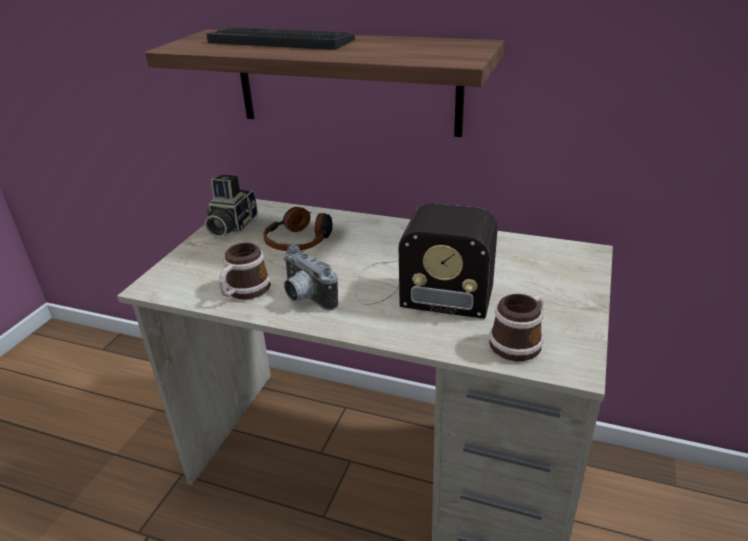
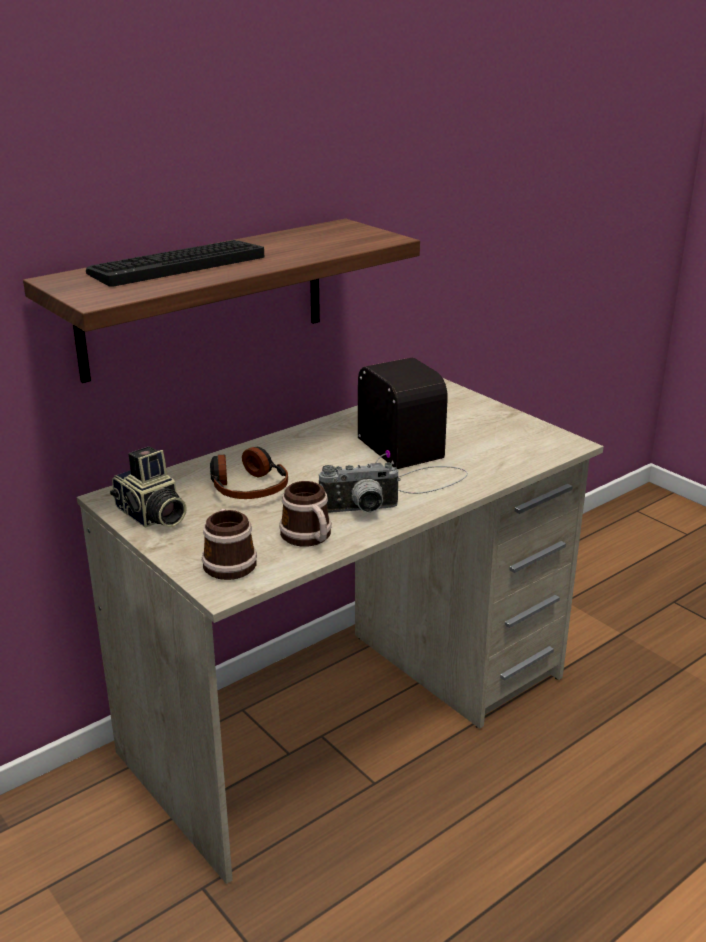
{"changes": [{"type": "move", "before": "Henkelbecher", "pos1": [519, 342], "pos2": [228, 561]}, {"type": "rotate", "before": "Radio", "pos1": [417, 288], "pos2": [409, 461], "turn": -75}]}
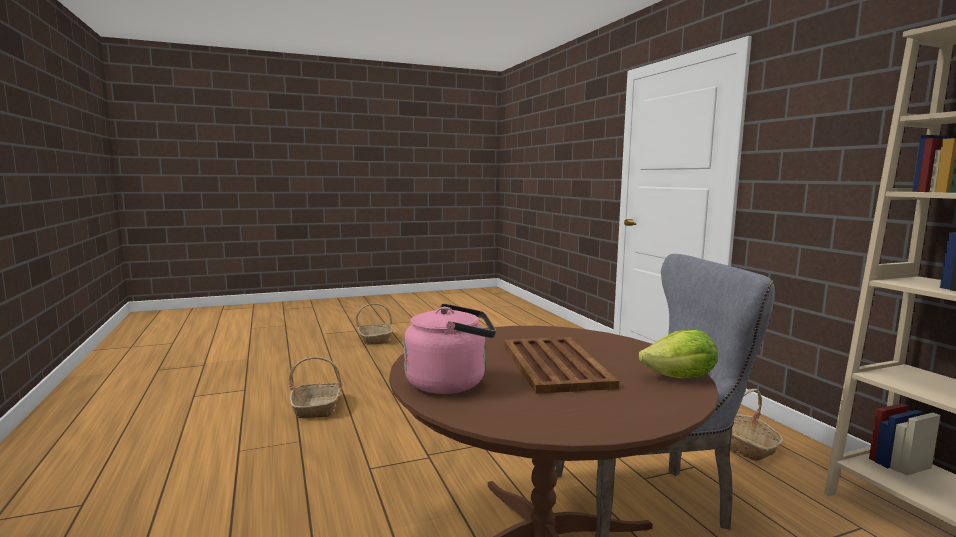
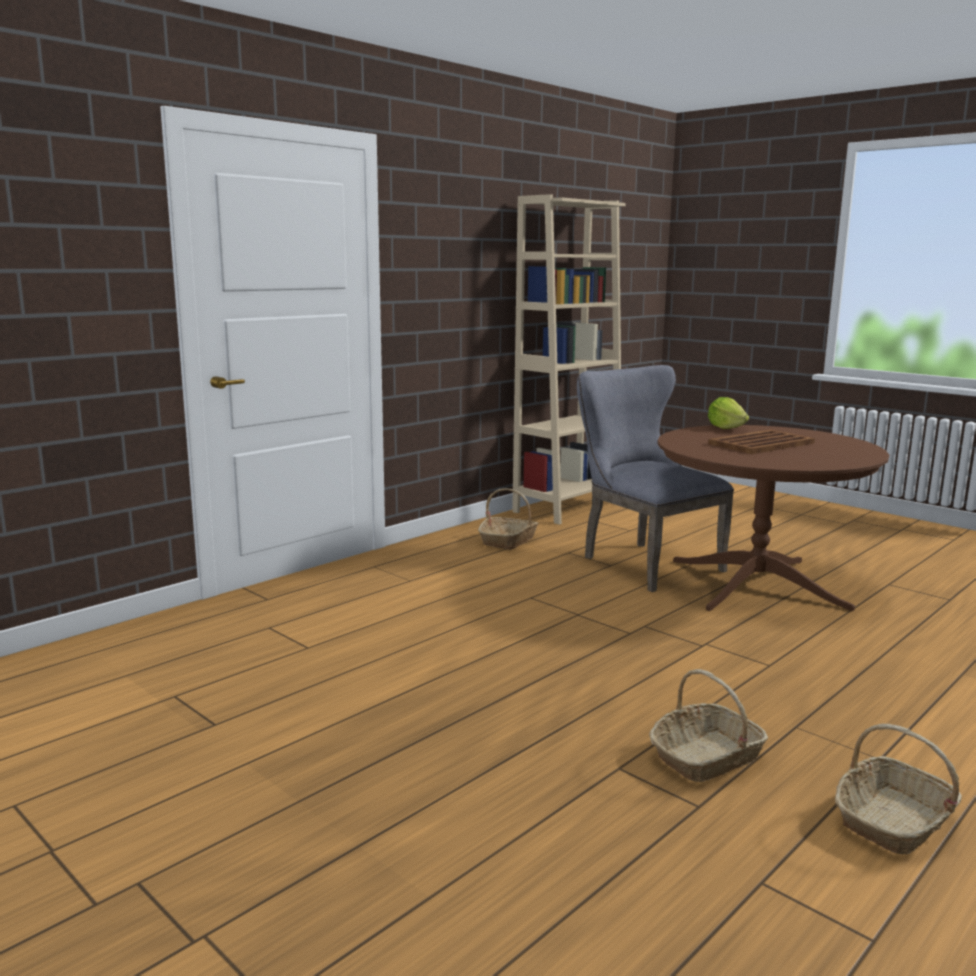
{"changes": [{"type": "delete", "before": "Wasserkessel [rosa]", "pos1": [451, 382]}, {"type": "move", "before": "Korb", "pos1": [375, 339], "pos2": [894, 821]}]}
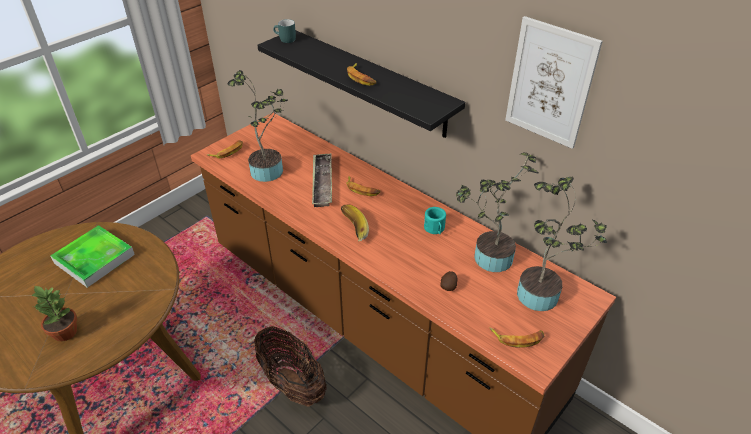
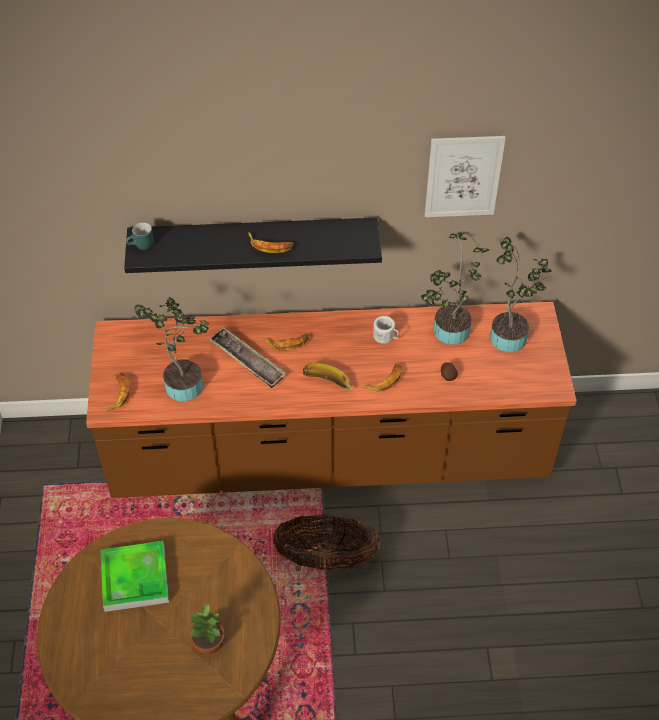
{"changes": [{"type": "move", "before": "Banane", "pos1": [517, 338], "pos2": [384, 380]}, {"type": "recolor", "before": "Henkelbecher [türkis]", "after": "Henkelbecher [weiß]", "pos1": [435, 229], "pos2": [386, 337]}]}
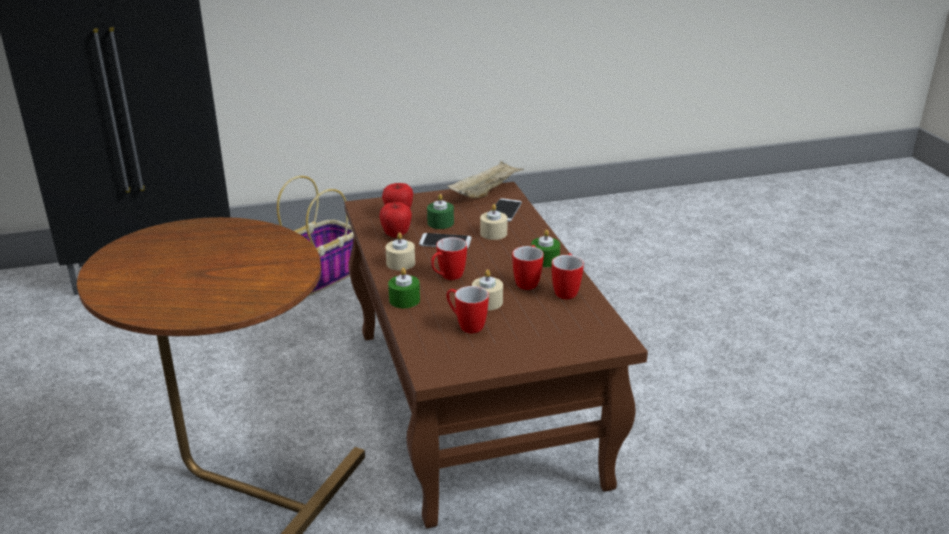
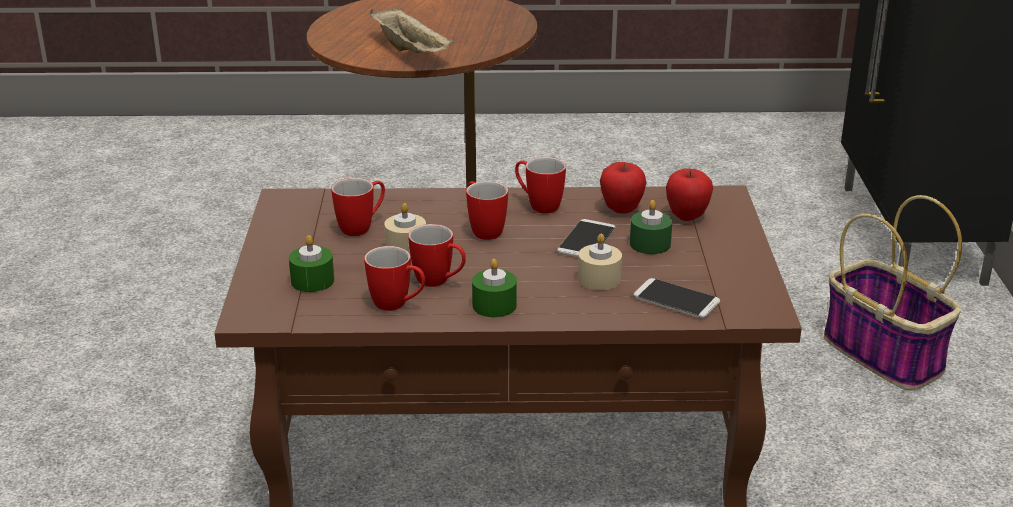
{"changes": [{"type": "move", "before": "Kerze [grün]", "pos1": [404, 300], "pos2": [312, 281]}, {"type": "move", "before": "Tablett [beige]", "pos1": [485, 192], "pos2": [412, 51]}, {"type": "replace", "before": "Kerze [beige]", "after": "Henkelbecher", "pos1": [400, 263], "pos2": [538, 205]}]}
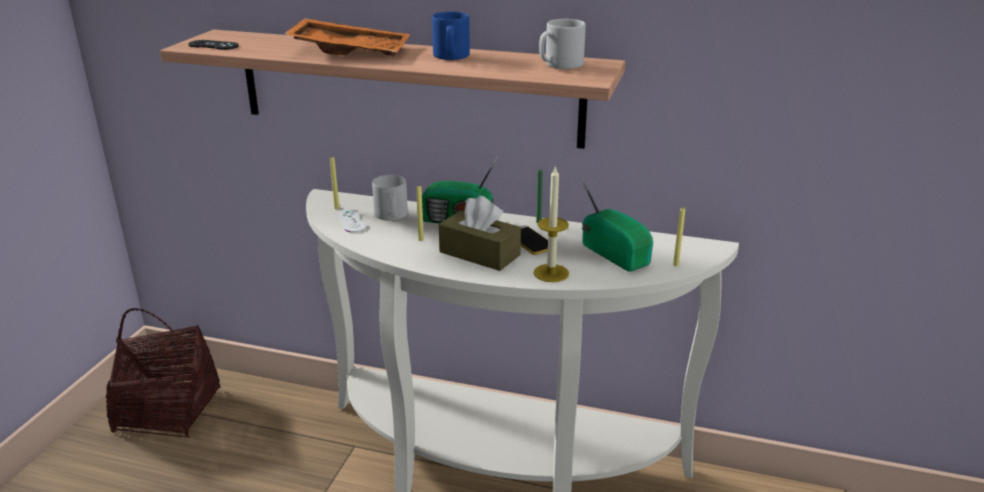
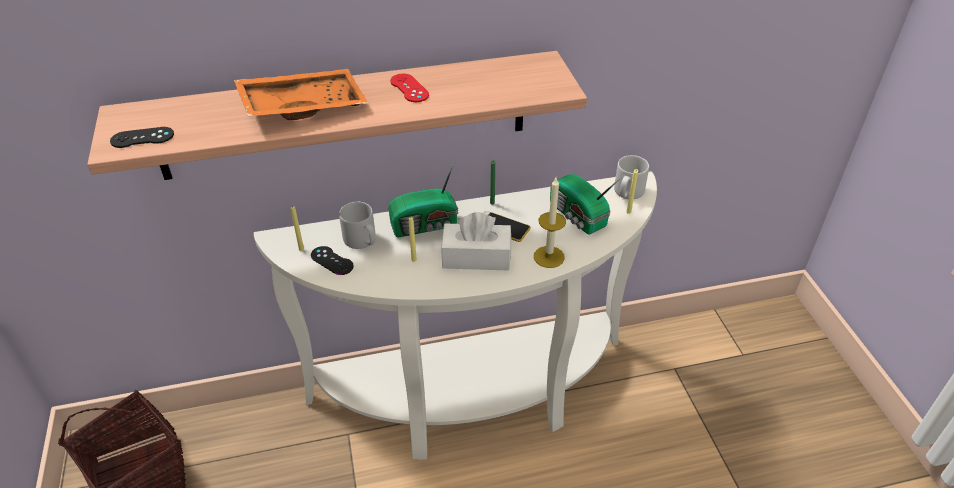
{"changes": [{"type": "move", "before": "Henkelbecher [grau]", "pos1": [560, 65], "pos2": [627, 193]}, {"type": "replace", "before": "Henkelbecher [blau]", "after": "Gamepad [rot]", "pos1": [451, 57], "pos2": [409, 88]}, {"type": "recolor", "before": "Gamepad [weiß]", "after": "Gamepad [schwarz]", "pos1": [352, 221], "pos2": [332, 261]}, {"type": "recolor", "before": "Taschentuchbox [braun]", "after": "Taschentuchbox [weiß]", "pos1": [479, 254], "pos2": [476, 257]}, {"type": "rotate", "before": "Radio", "pos1": [615, 253], "pos2": [577, 216], "turn": -150}]}
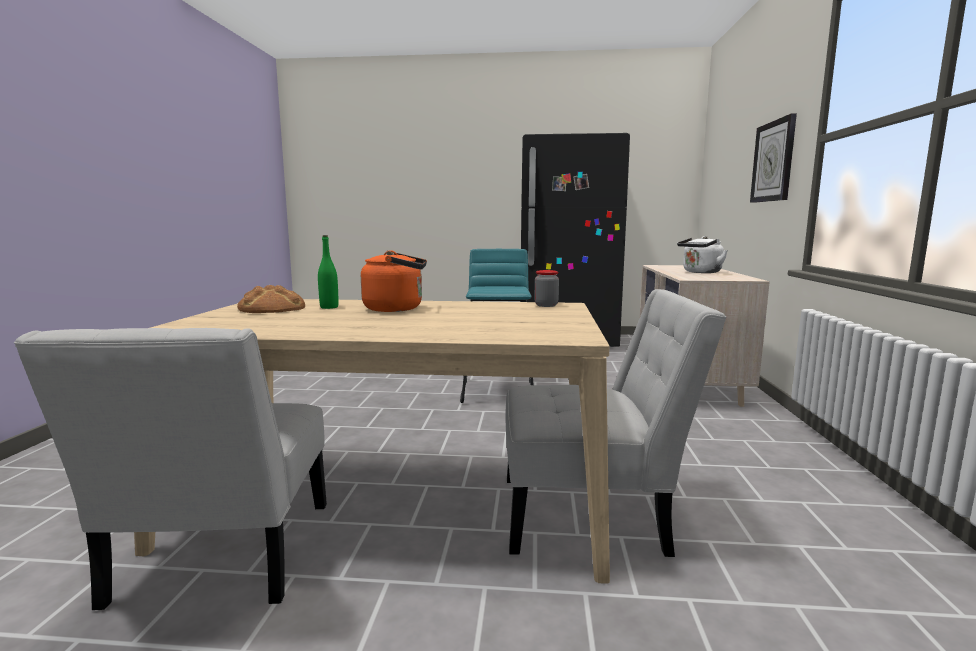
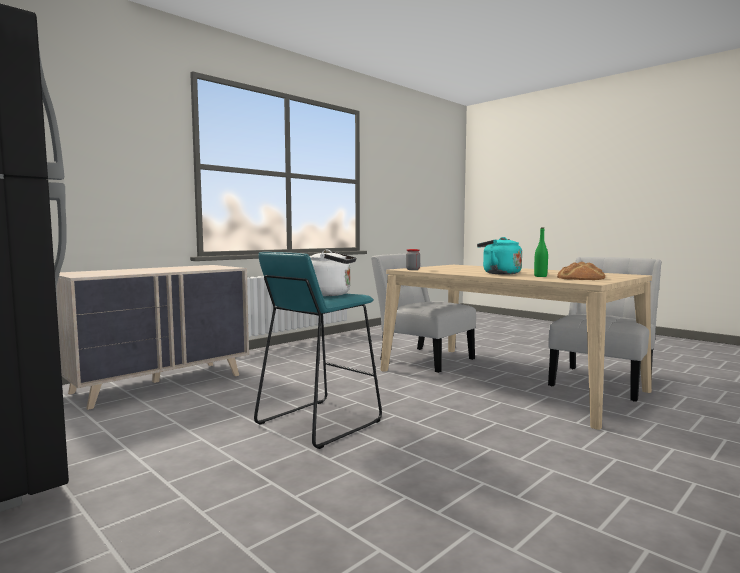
{"changes": [{"type": "delete", "before": "Wanduhr", "pos1": [773, 161]}, {"type": "move", "before": "Wasserkessel [weiß]", "pos1": [700, 272], "pos2": [331, 294]}, {"type": "recolor", "before": "Wasserkessel [orange]", "after": "Wasserkessel [türkis]", "pos1": [397, 309], "pos2": [499, 273]}]}
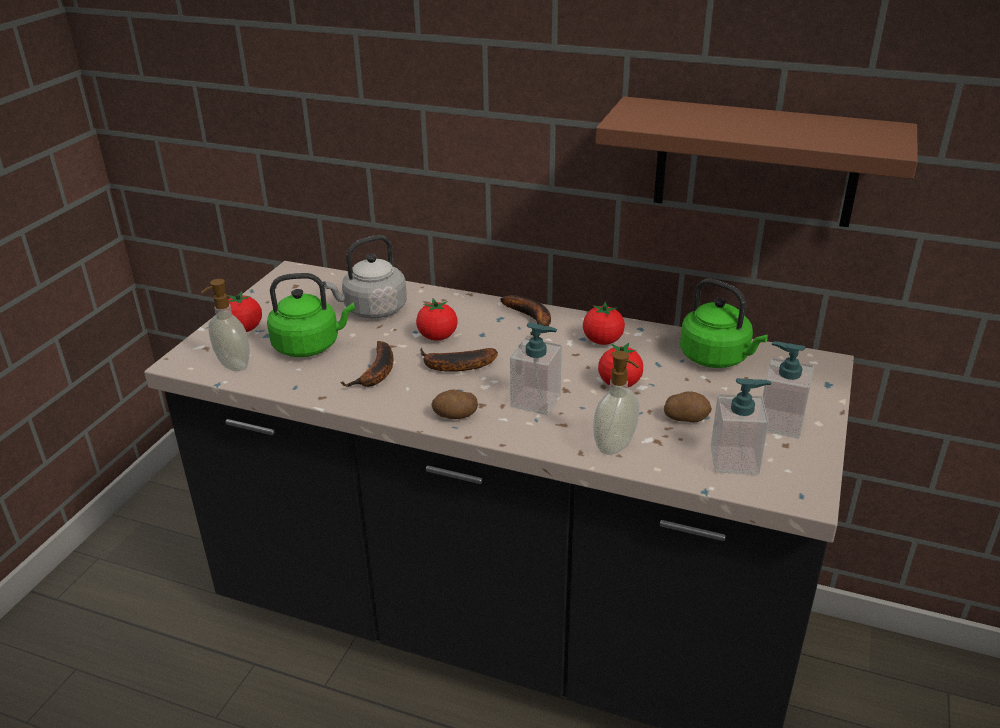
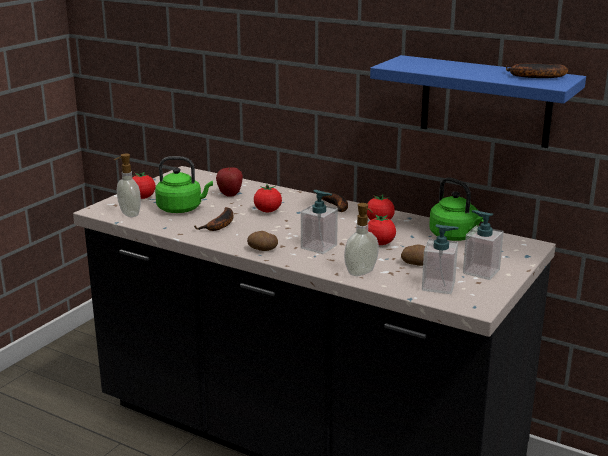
{"changes": [{"type": "move", "before": "Banane", "pos1": [454, 366], "pos2": [533, 77]}, {"type": "replace", "before": "Wasserkessel [grau]", "after": "Apfel", "pos1": [372, 310], "pos2": [230, 194]}, {"type": "recolor", "before": "Wandregal [braun]", "after": "Wandregal [blau]", "pos1": [755, 162], "pos2": [485, 101]}]}
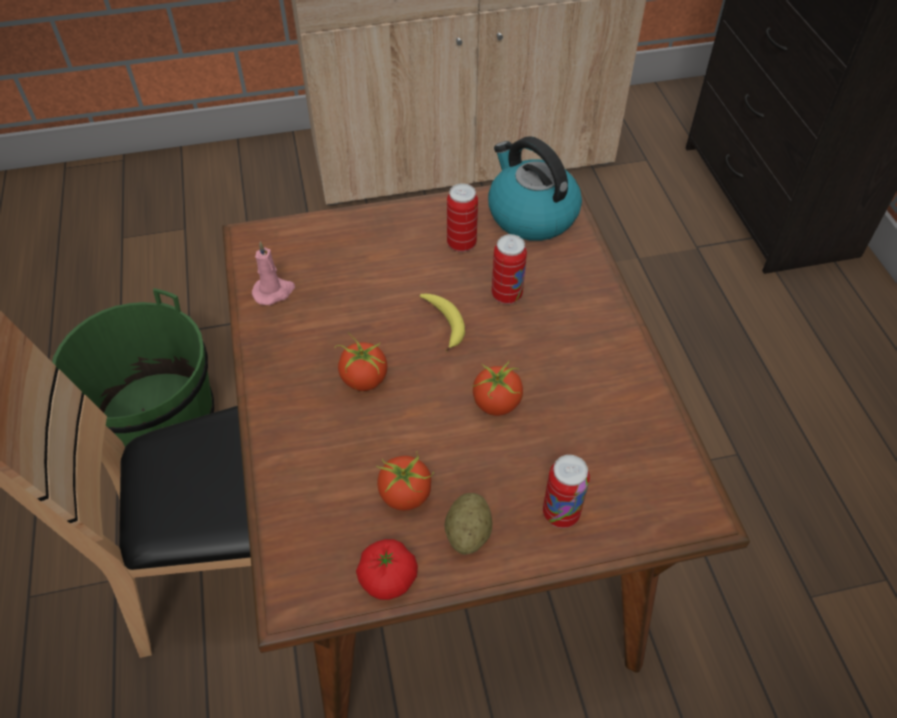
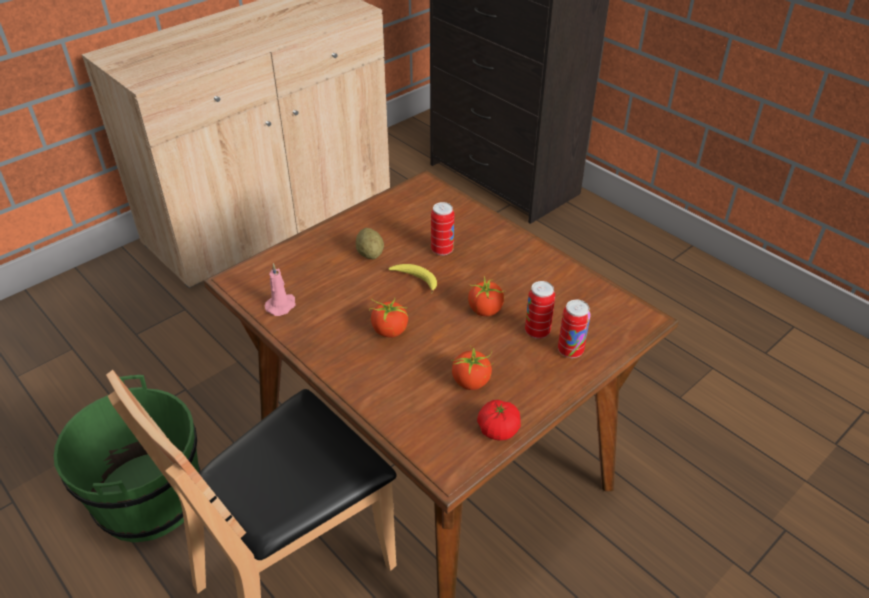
{"changes": [{"type": "delete", "before": "Wasserkessel", "pos1": [531, 214]}, {"type": "move", "before": "Kartoffel", "pos1": [468, 533], "pos2": [370, 254]}, {"type": "move", "before": "Dose", "pos1": [461, 244], "pos2": [537, 332]}]}
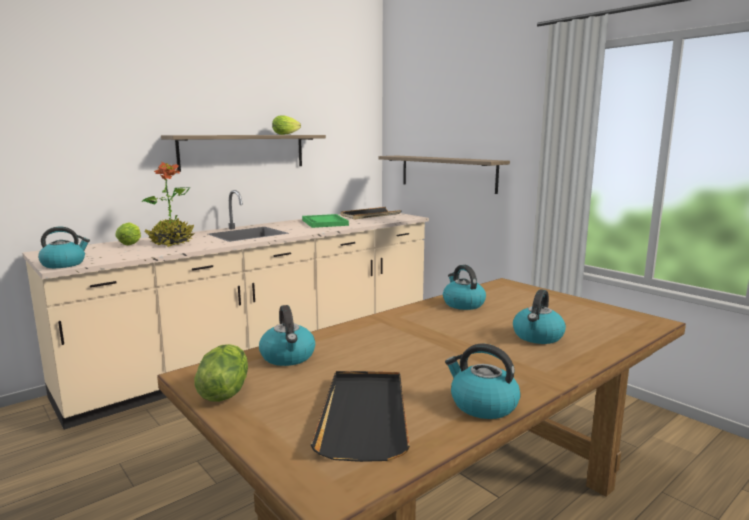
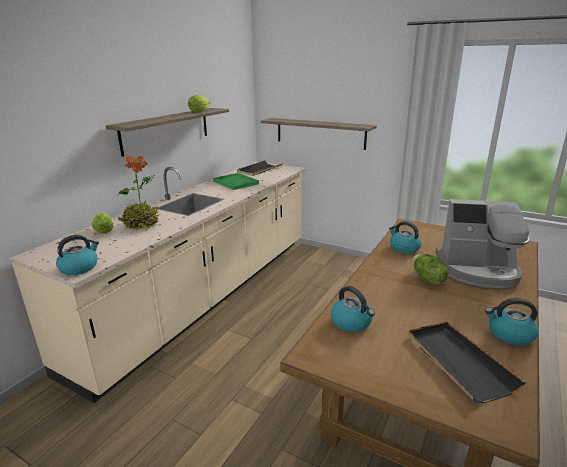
{"changes": [{"type": "move", "before": "Salatkopf", "pos1": [224, 392], "pos2": [427, 279]}, {"type": "replace", "before": "Wasserkessel", "after": "Kaffeemaschine", "pos1": [538, 337], "pos2": [477, 269]}]}
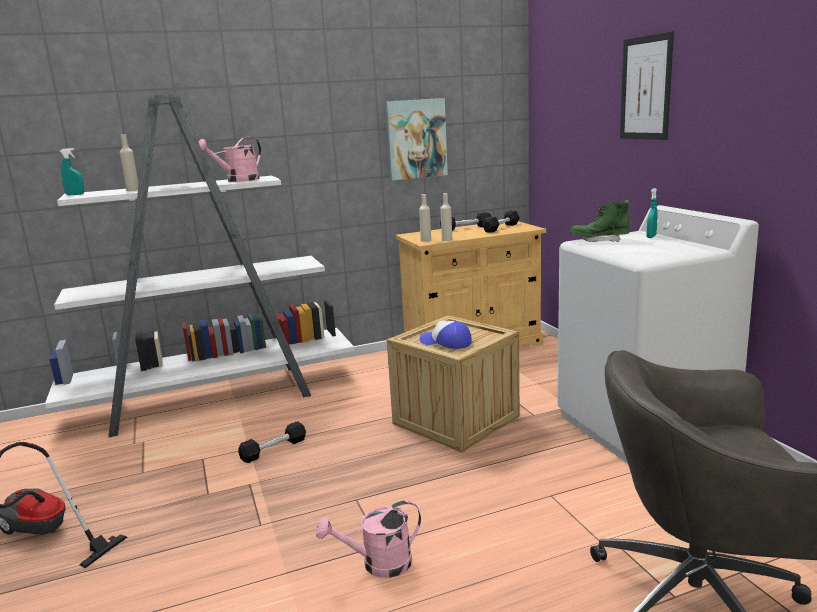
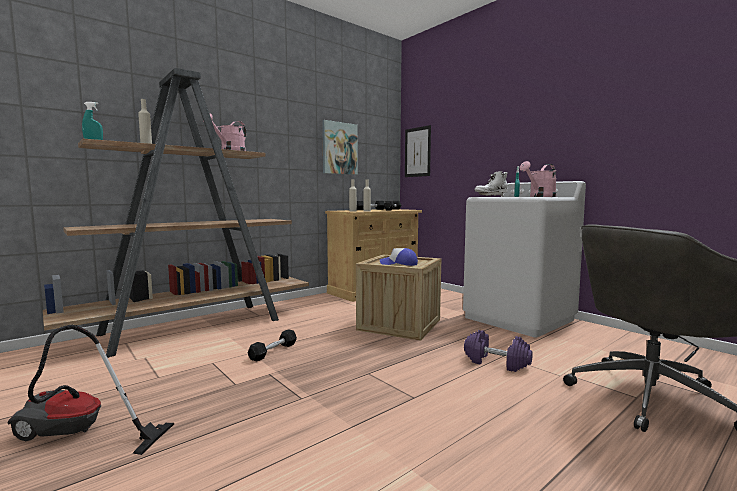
{"changes": [{"type": "insert", "after": "Hantel [lila]", "pos2": [497, 362]}, {"type": "move", "before": "Gießkanne [rosa]", "pos1": [378, 564], "pos2": [539, 196]}, {"type": "move", "before": "Bild", "pos1": [645, 88], "pos2": [417, 152]}, {"type": "recolor", "before": "Bücherregal [weiß]", "after": "Bücherregal [braun]", "pos1": [215, 398], "pos2": [195, 327]}, {"type": "recolor", "before": "Stiefel [grün]", "after": "Stiefel [weiß]", "pos1": [599, 241], "pos2": [491, 196]}]}
